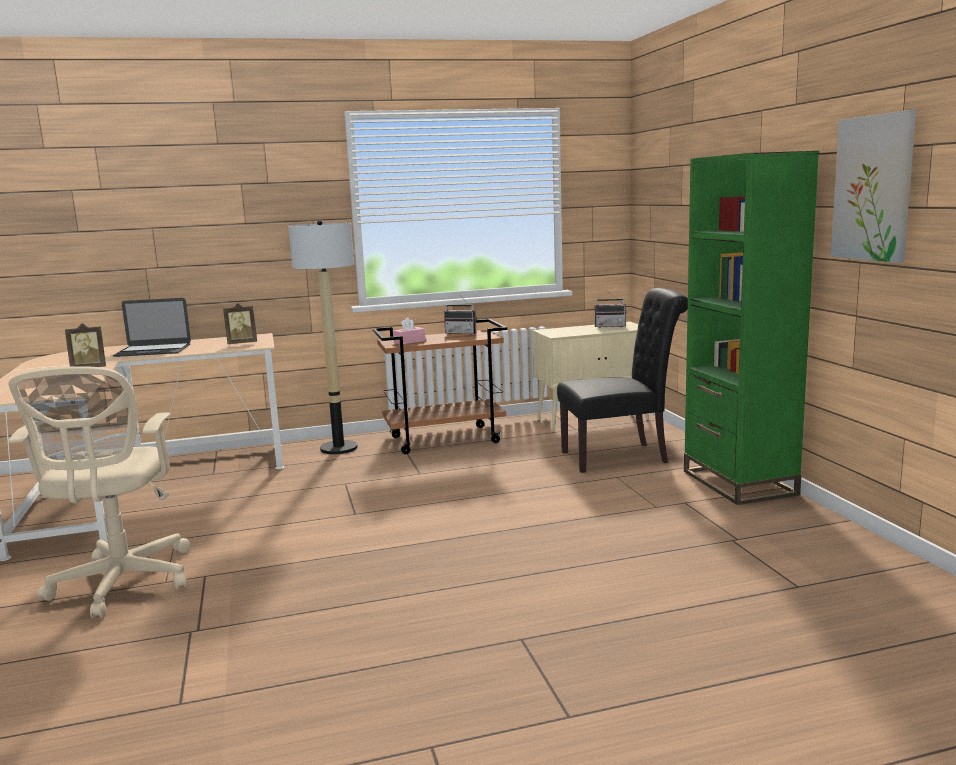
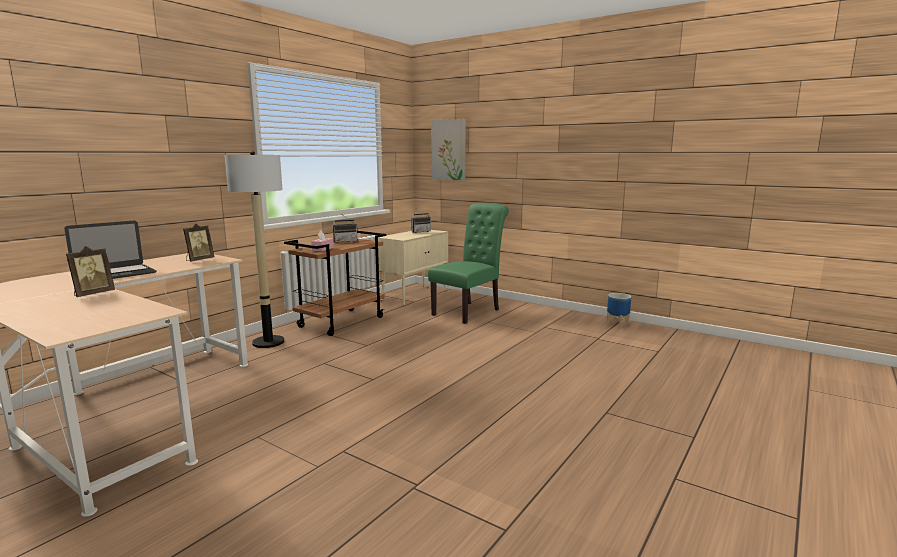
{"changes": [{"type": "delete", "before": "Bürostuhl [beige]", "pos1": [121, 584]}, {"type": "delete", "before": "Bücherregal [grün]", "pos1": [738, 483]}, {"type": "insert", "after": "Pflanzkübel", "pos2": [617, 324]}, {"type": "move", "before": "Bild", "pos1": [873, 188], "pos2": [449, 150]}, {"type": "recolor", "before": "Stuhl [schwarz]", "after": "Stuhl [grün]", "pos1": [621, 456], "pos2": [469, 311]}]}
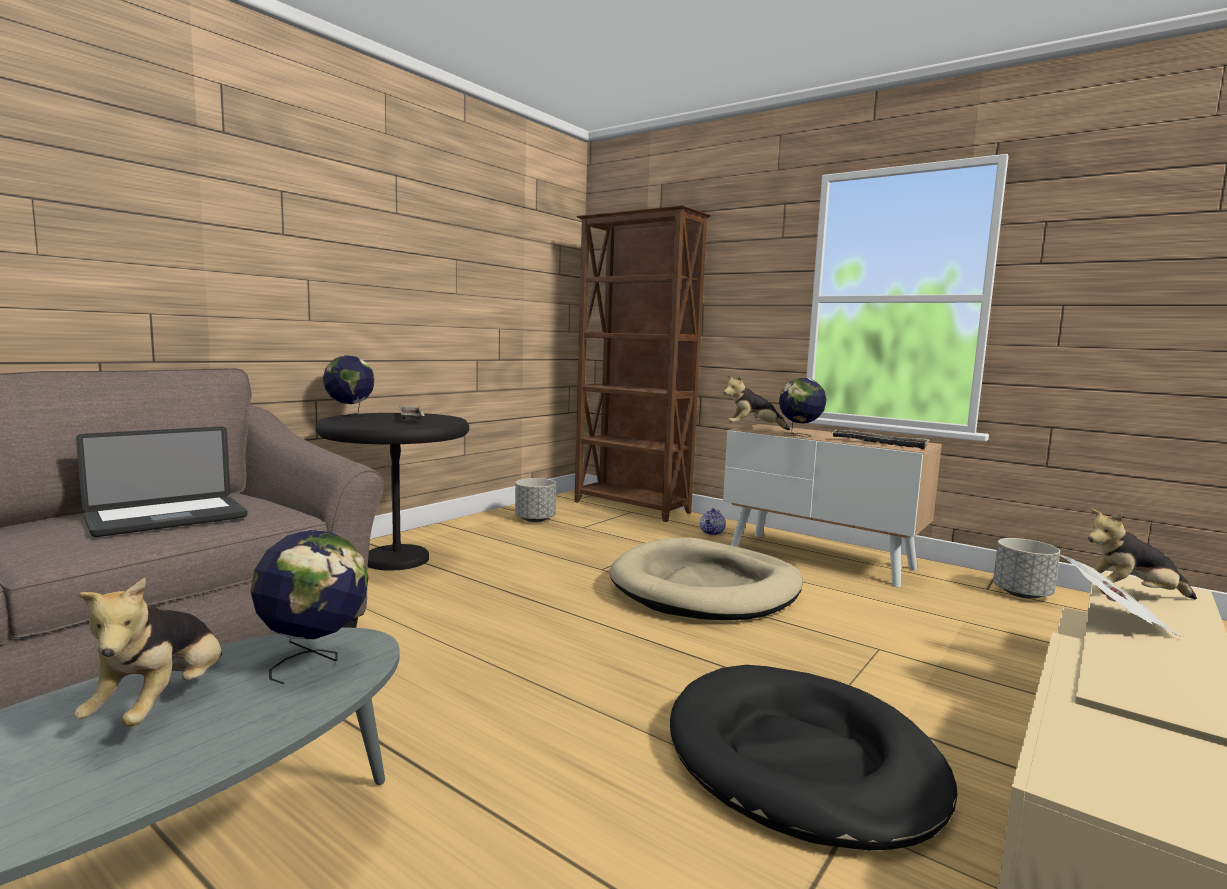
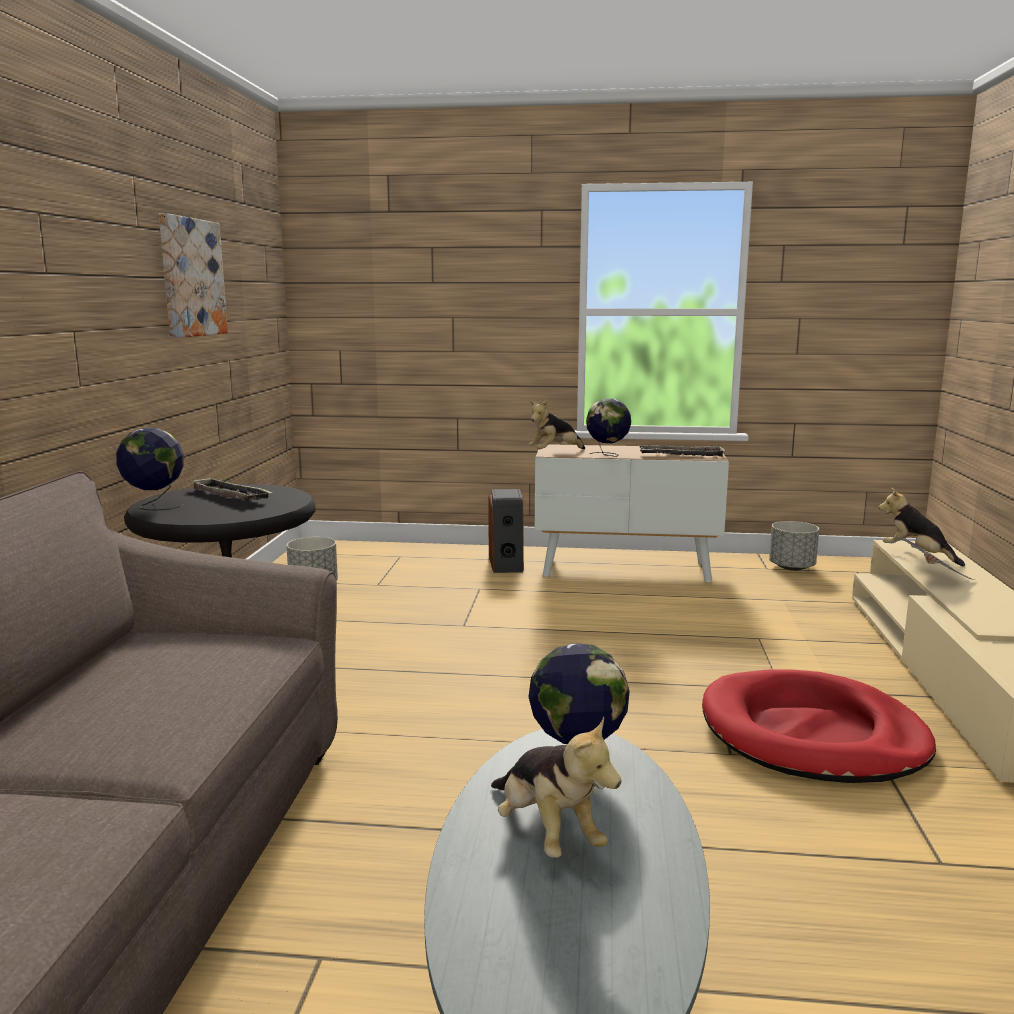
{"changes": [{"type": "delete", "before": "Laptop", "pos1": [167, 518]}, {"type": "delete", "before": "Bücherregal [braun]", "pos1": [631, 507]}, {"type": "delete", "before": "Hundebett [beige]", "pos1": [706, 588]}, {"type": "insert", "after": "Bild", "pos2": [191, 277]}, {"type": "replace", "before": "Teekanne", "after": "Lautsprecher", "pos1": [712, 533], "pos2": [507, 563]}, {"type": "recolor", "before": "Hundebett [schwarz]", "after": "Hundebett [rot]", "pos1": [801, 760], "pos2": [812, 735]}, {"type": "rotate", "before": "Plüschtier", "pos1": [1131, 595], "pos2": [916, 556], "turn": 75}]}
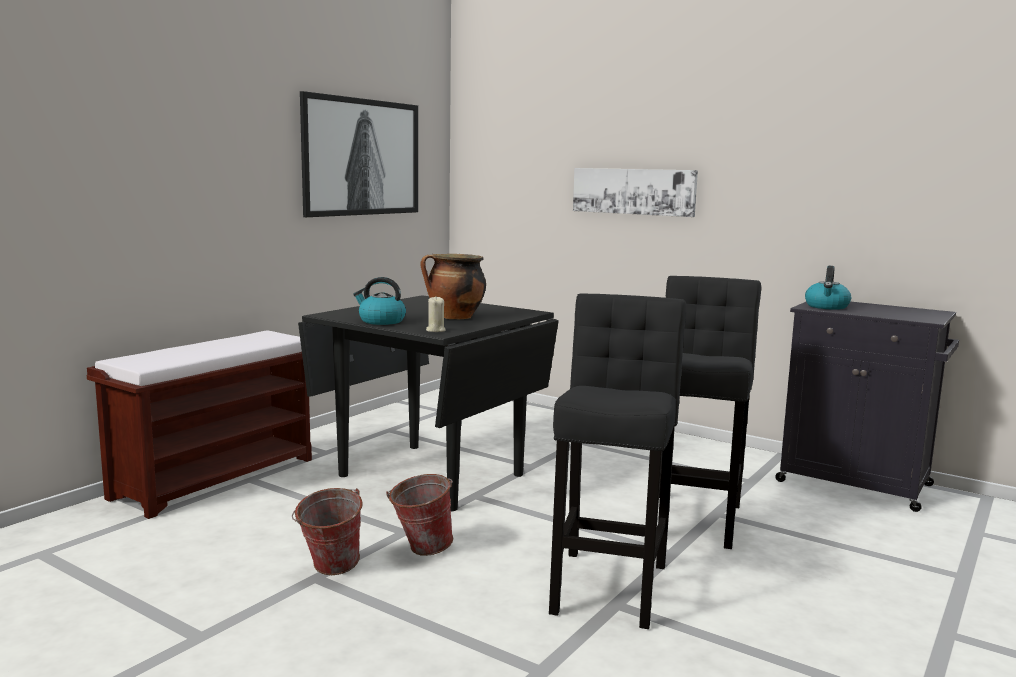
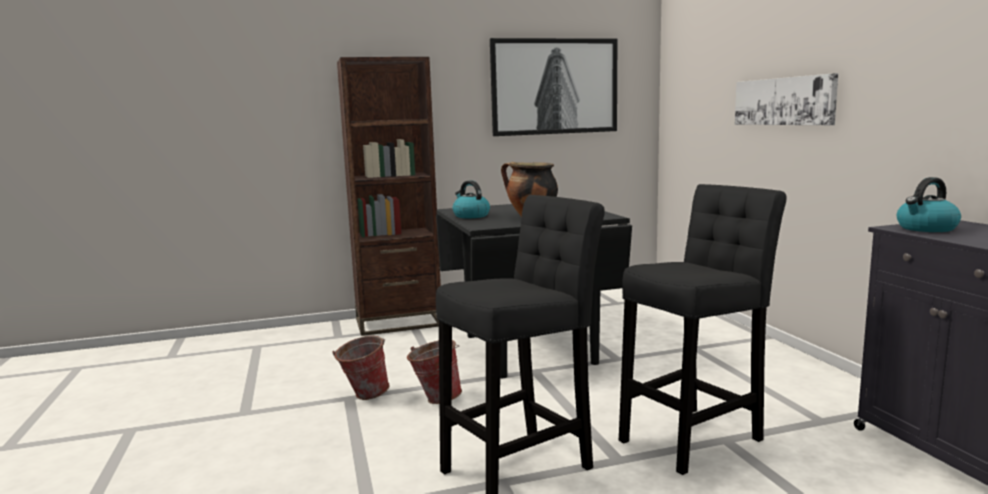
{"changes": [{"type": "delete", "before": "Kerze [beige]", "pos1": [435, 330]}, {"type": "replace", "before": "Bank [braun]", "after": "Bücherregal [braun]", "pos1": [216, 477], "pos2": [398, 322]}]}
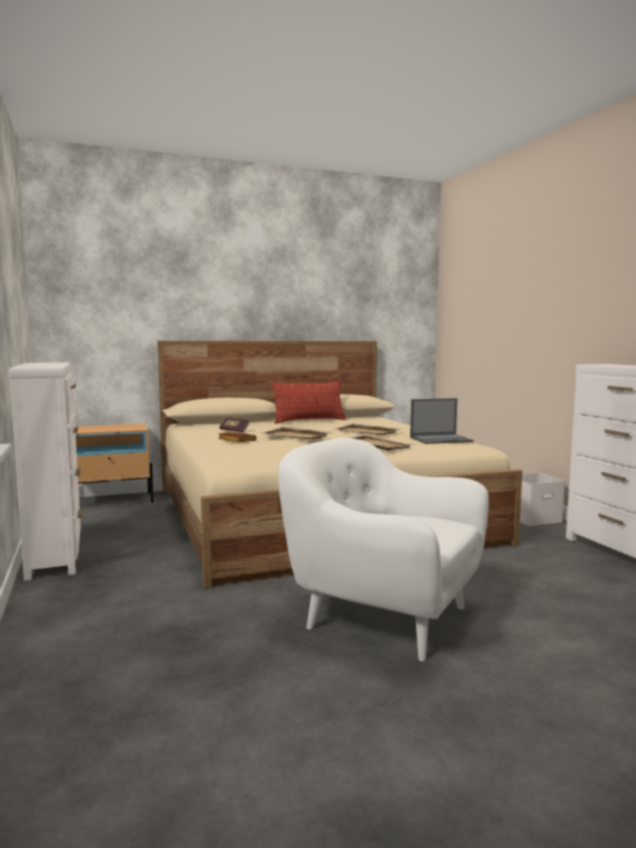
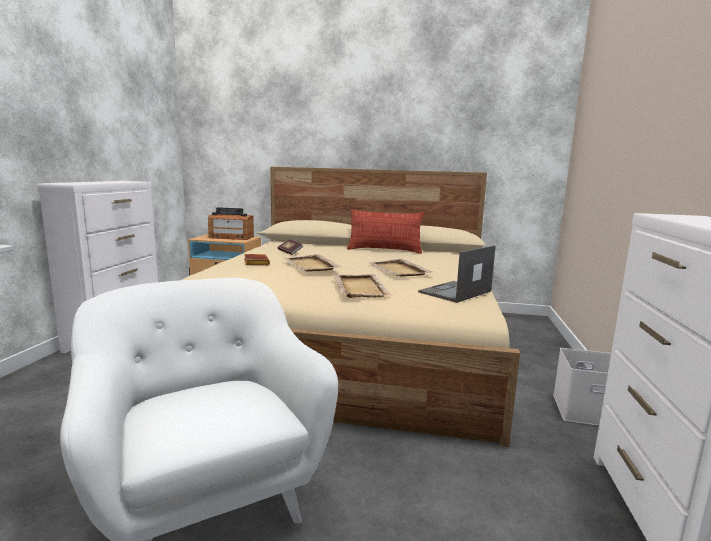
{"changes": [{"type": "insert", "after": "Radio", "pos2": [231, 237]}, {"type": "rotate", "before": "Laptop", "pos1": [441, 439], "pos2": [454, 292], "turn": 120}]}
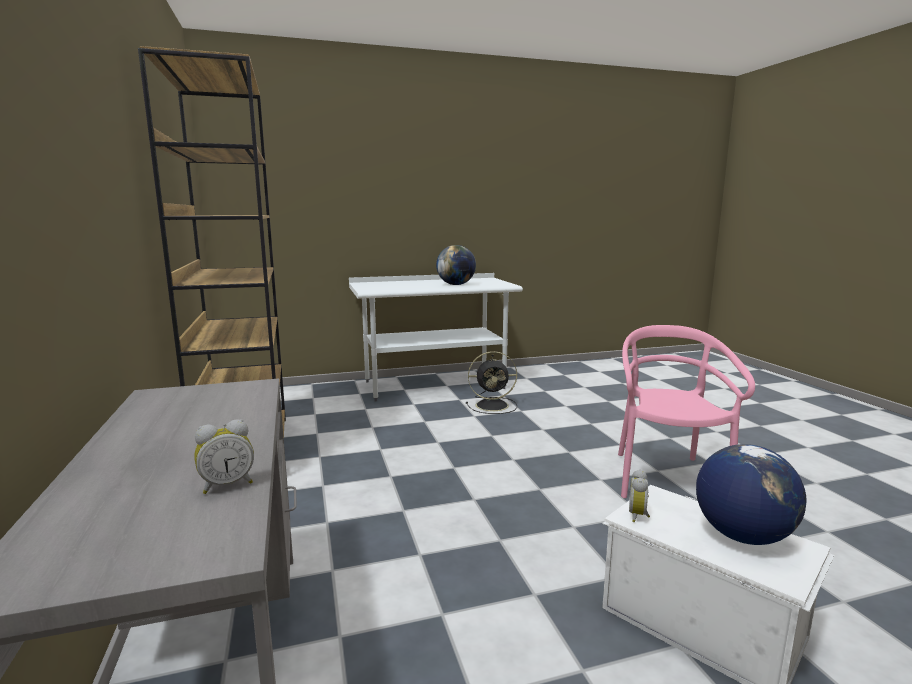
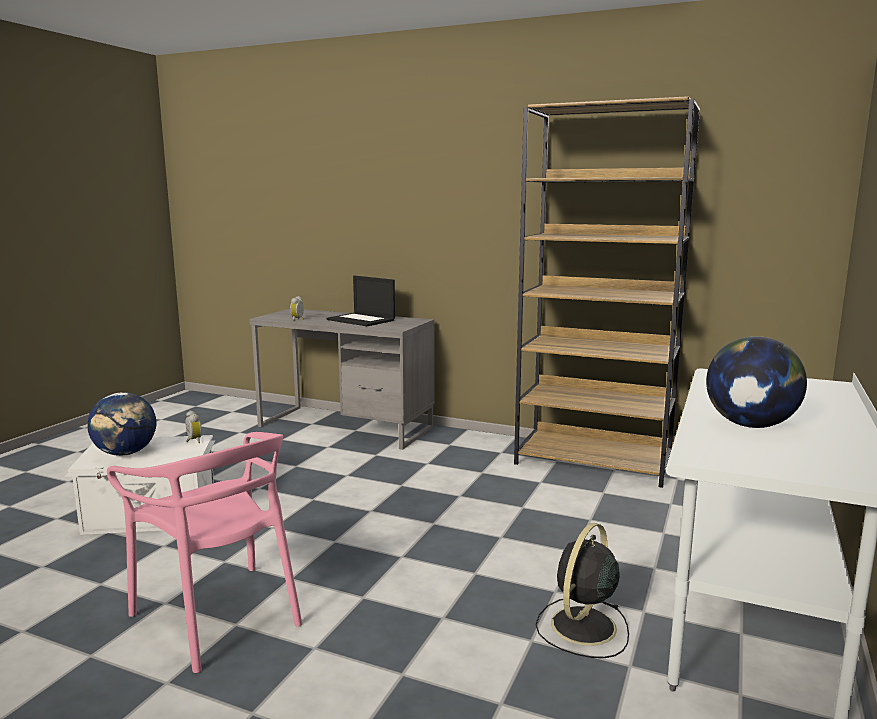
{"changes": [{"type": "insert", "after": "Laptop", "pos2": [362, 320]}]}
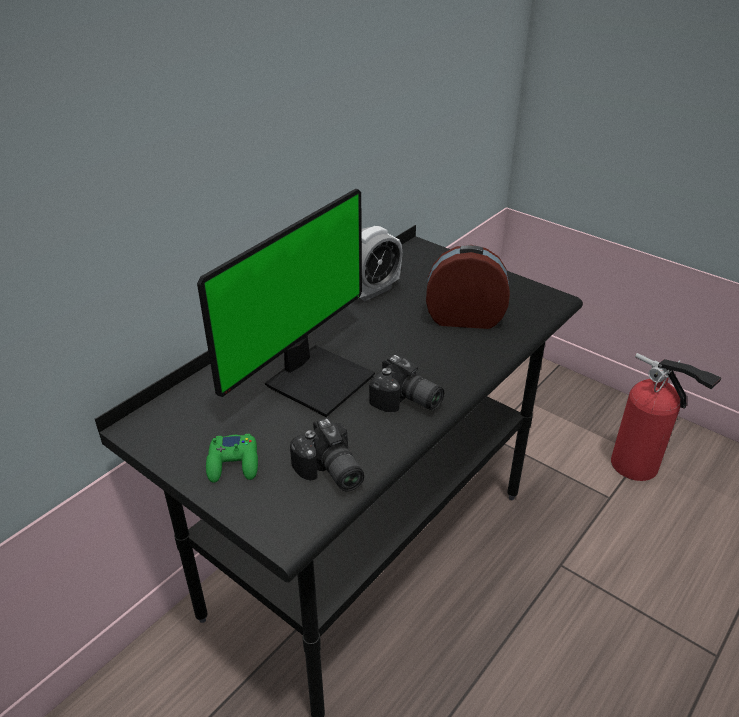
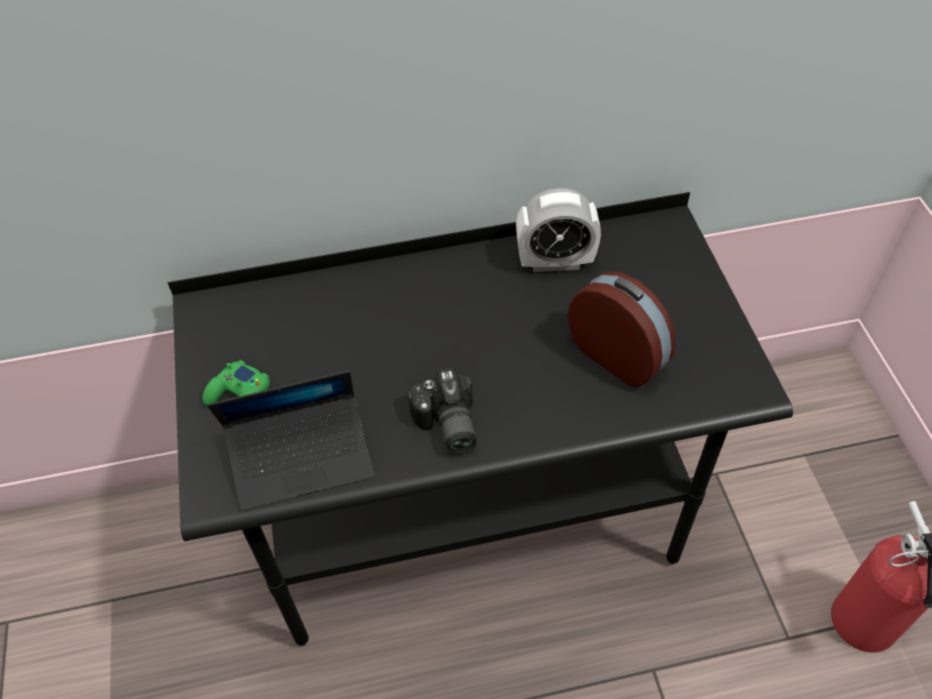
{"changes": [{"type": "delete", "before": "Monitor", "pos1": [317, 379]}, {"type": "replace", "before": "Kamera", "after": "Laptop", "pos1": [329, 473], "pos2": [301, 459]}]}
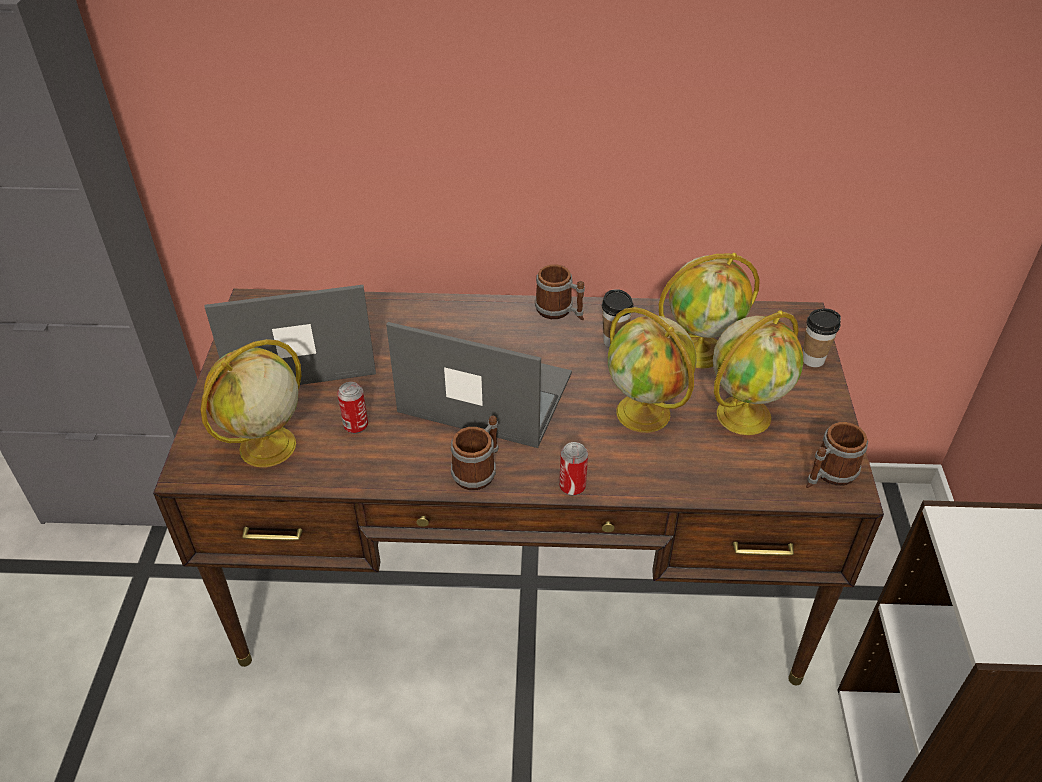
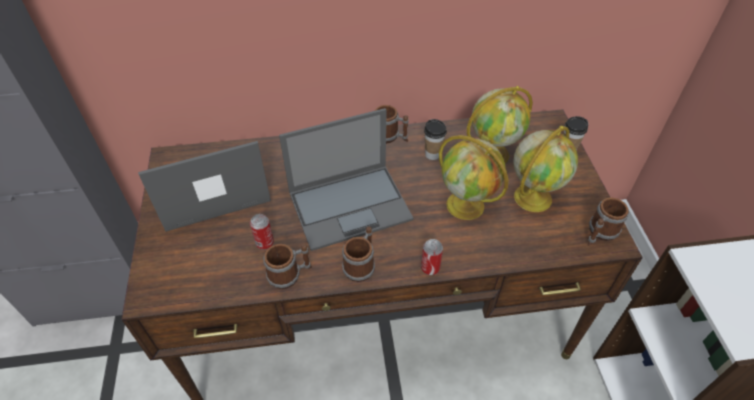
{"changes": [{"type": "delete", "before": "Globus", "pos1": [266, 447]}, {"type": "insert", "after": "Henkelbecher", "pos2": [290, 274]}, {"type": "rotate", "before": "Laptop", "pos1": [483, 393], "pos2": [351, 205], "turn": 150}]}
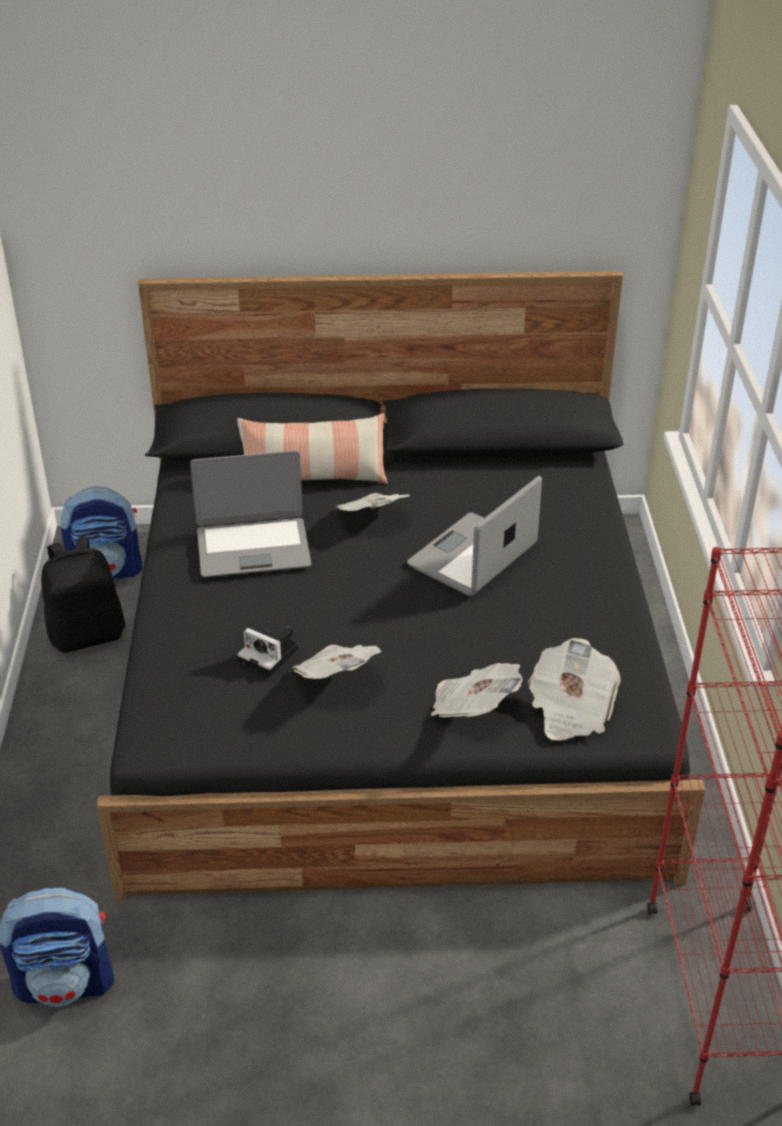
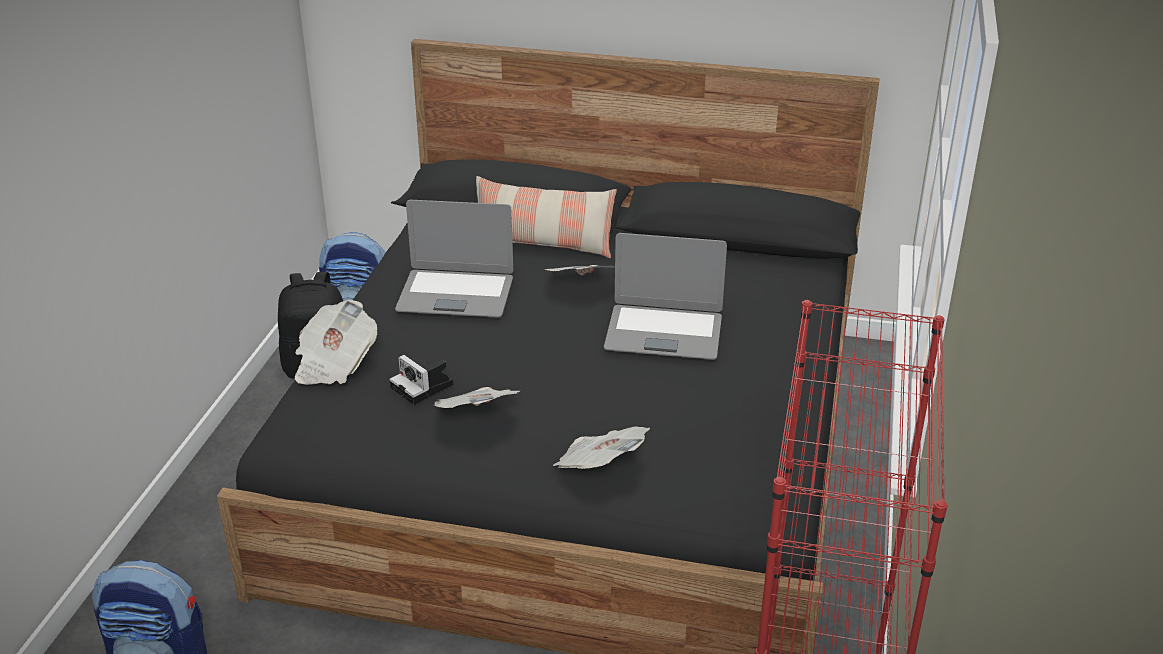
{"changes": [{"type": "move", "before": "Zeitung", "pos1": [570, 710], "pos2": [334, 364]}, {"type": "rotate", "before": "Laptop", "pos1": [473, 557], "pos2": [664, 333], "turn": -135}]}
